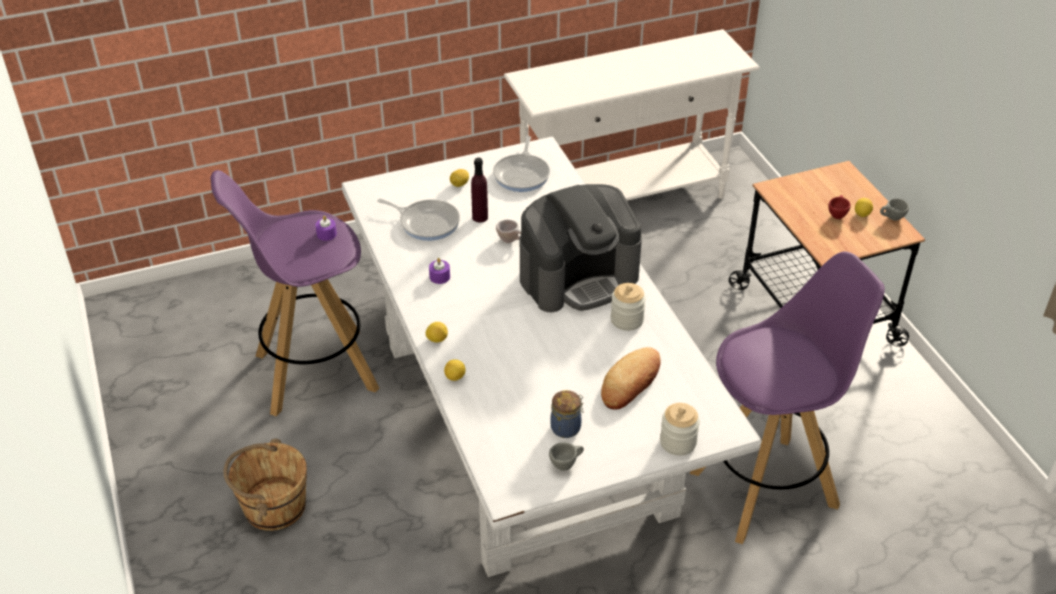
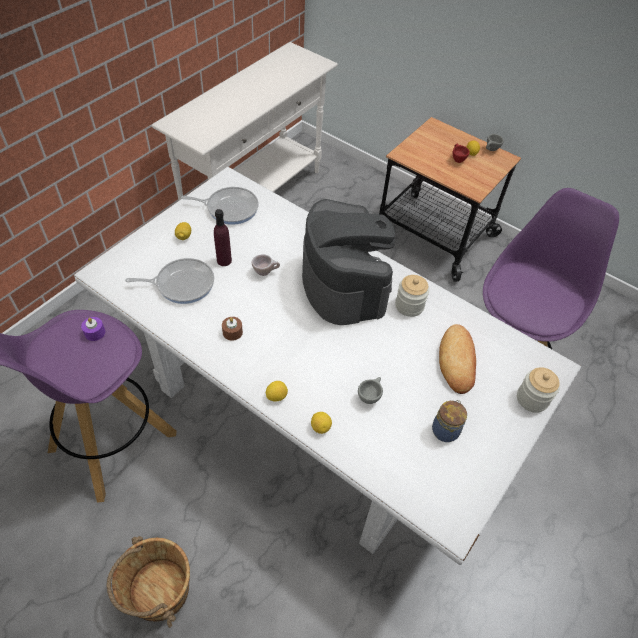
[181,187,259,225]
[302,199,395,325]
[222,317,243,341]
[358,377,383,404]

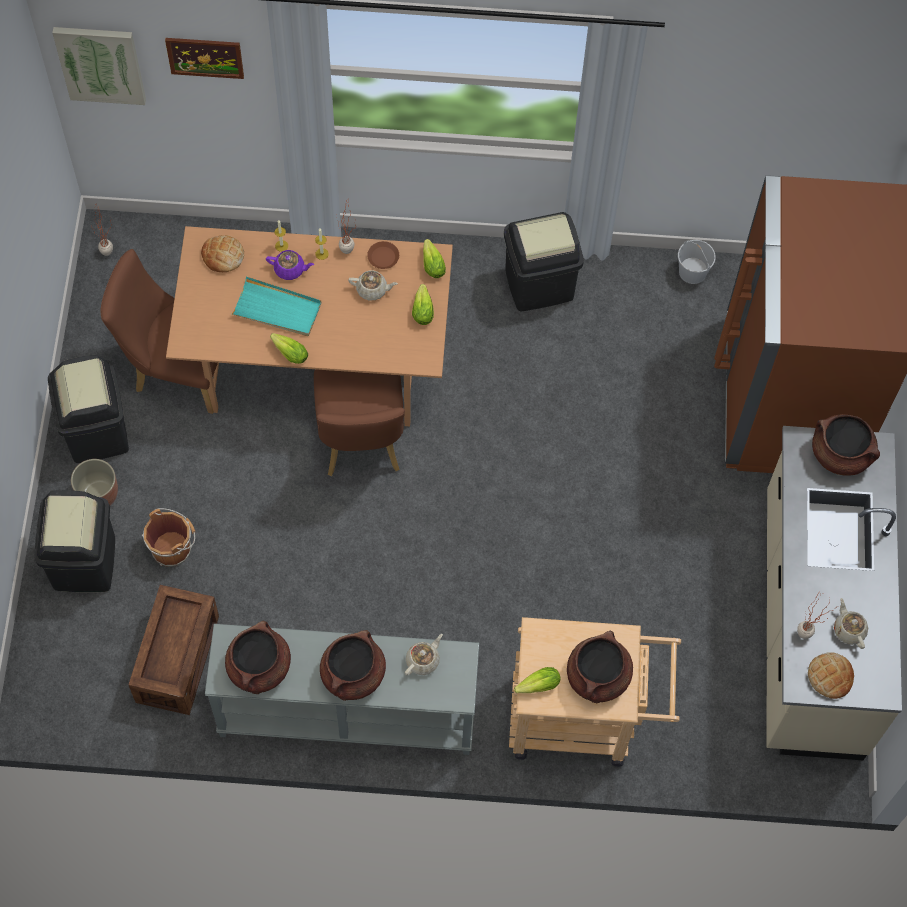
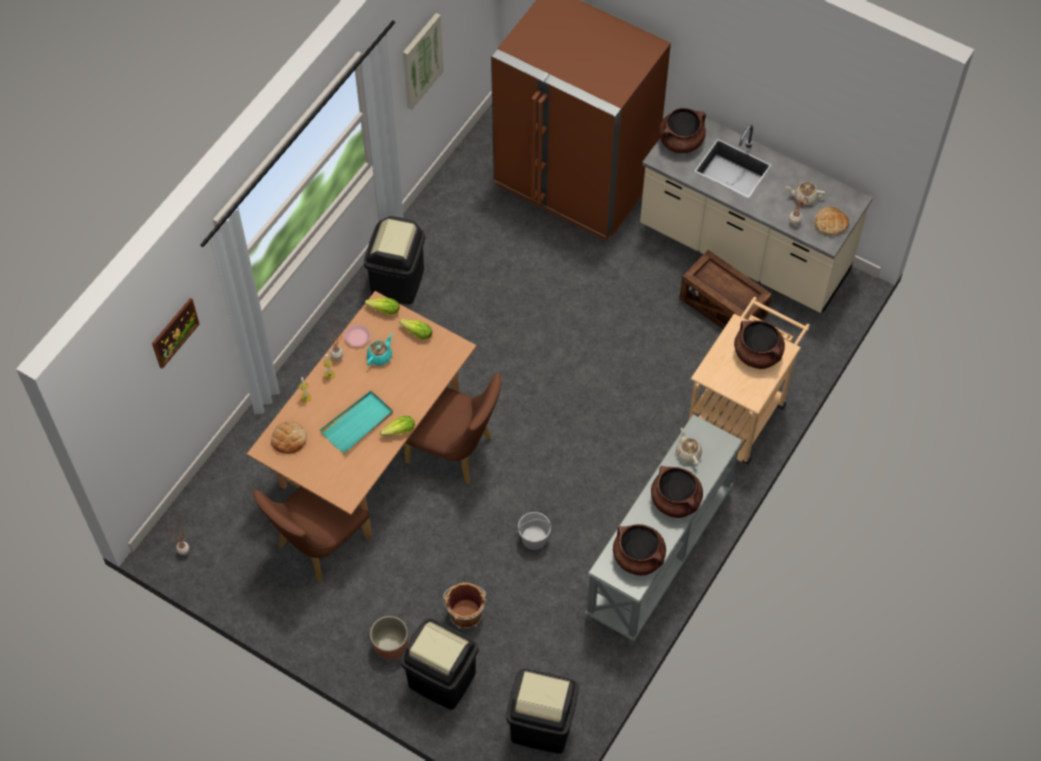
[403,13,444,110]
[518,512,551,550]
[344,325,371,347]
[266,250,314,280] (first image)
[366,334,393,365]
[506,669,579,754]
[679,250,772,329]
[514,667,561,693] (first image)

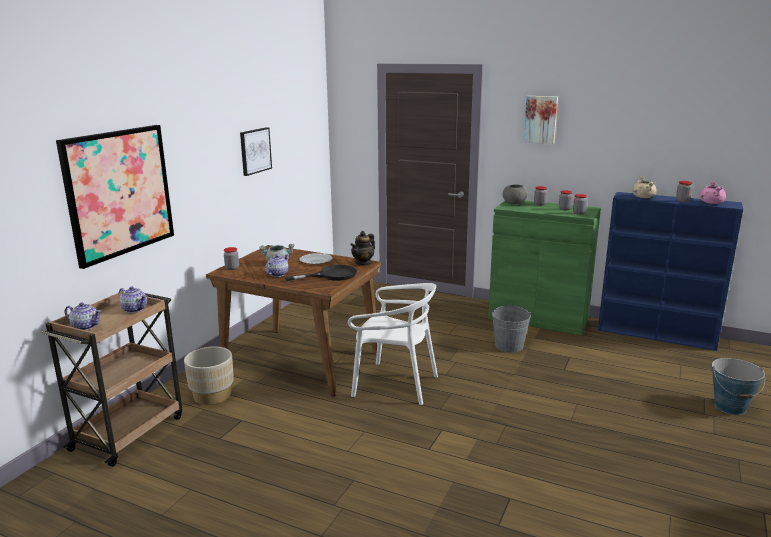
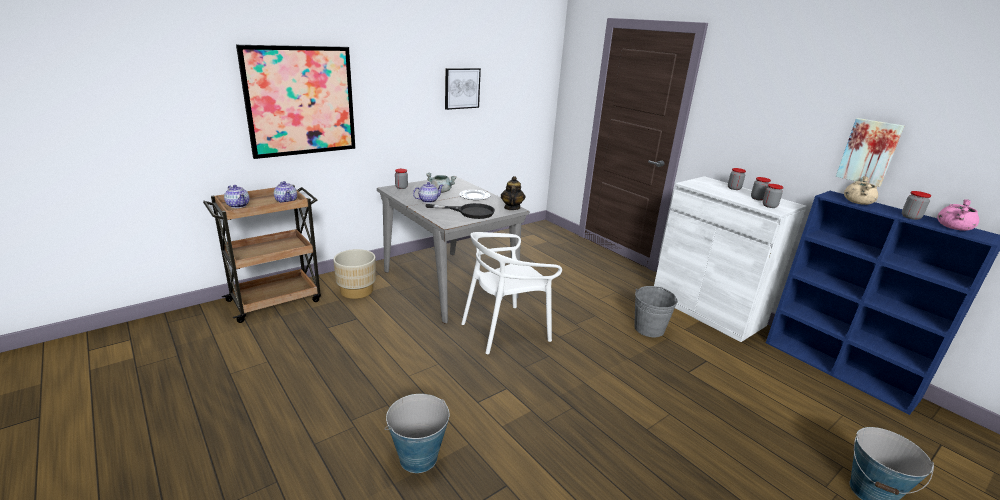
[836,118,904,187]
[503,185,527,204] (first image)
[654,176,807,342]
[501,176,525,210]
[377,176,529,324]
[461,232,562,354]
[385,394,450,473]

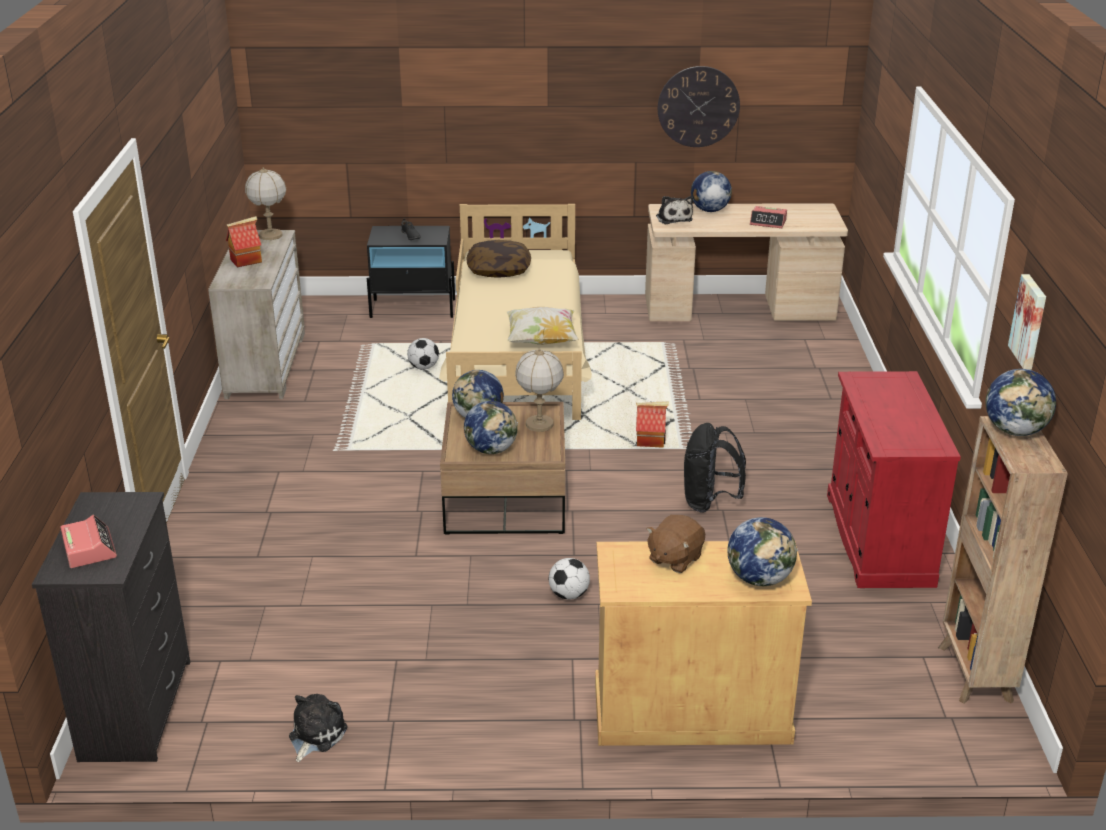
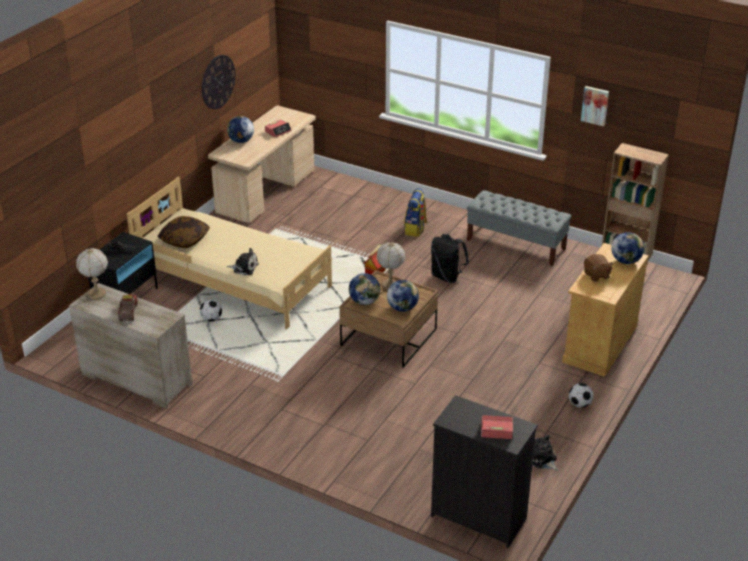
[227,248,259,275]
[118,294,138,321]
[506,307,579,345] (first image)
[986,369,1056,436] (first image)
[467,190,571,266]
[569,383,593,408]
[404,188,427,237]

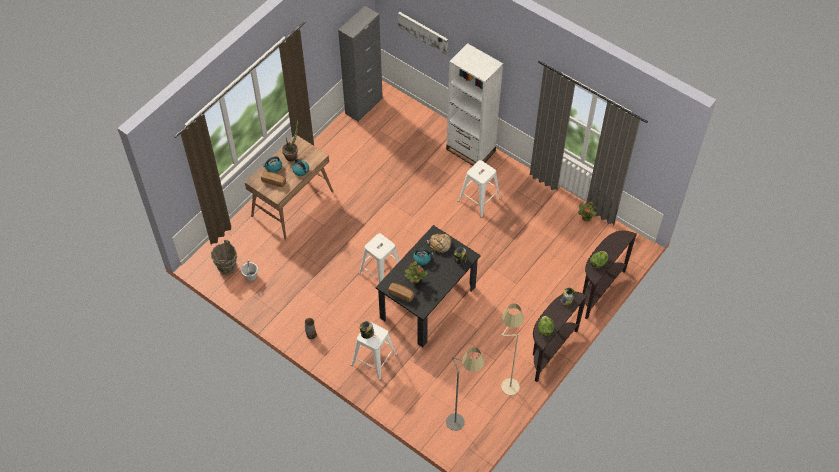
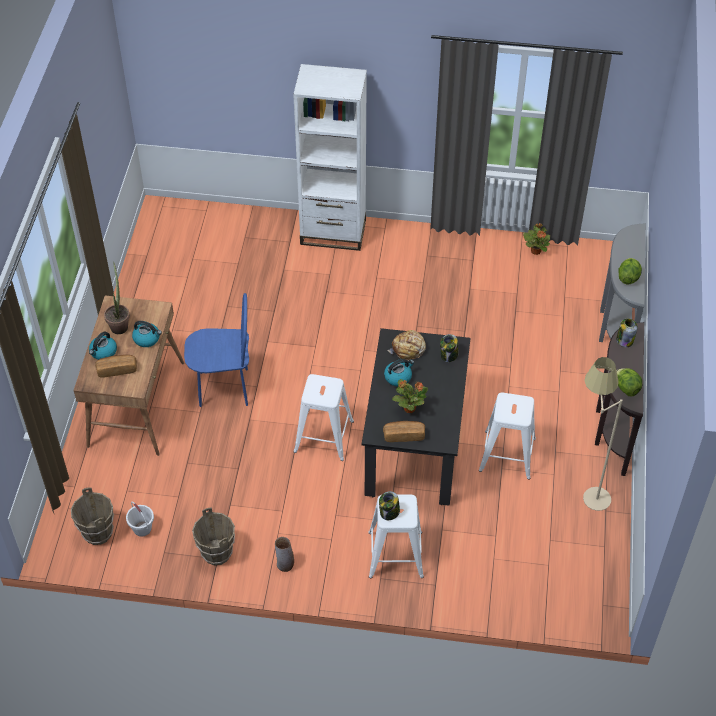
[338,6,383,122] (first image)
[398,12,448,55] (first image)
[479,393,536,480]
[599,224,646,342]
[446,347,485,431] (first image)
[184,293,249,407]
[192,508,235,565]

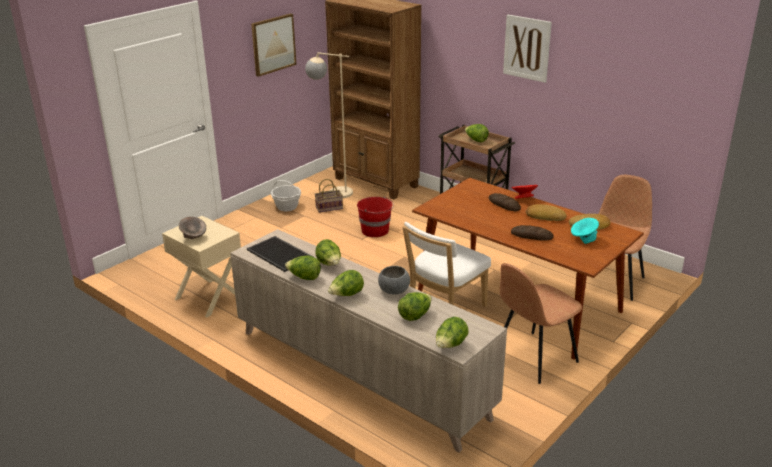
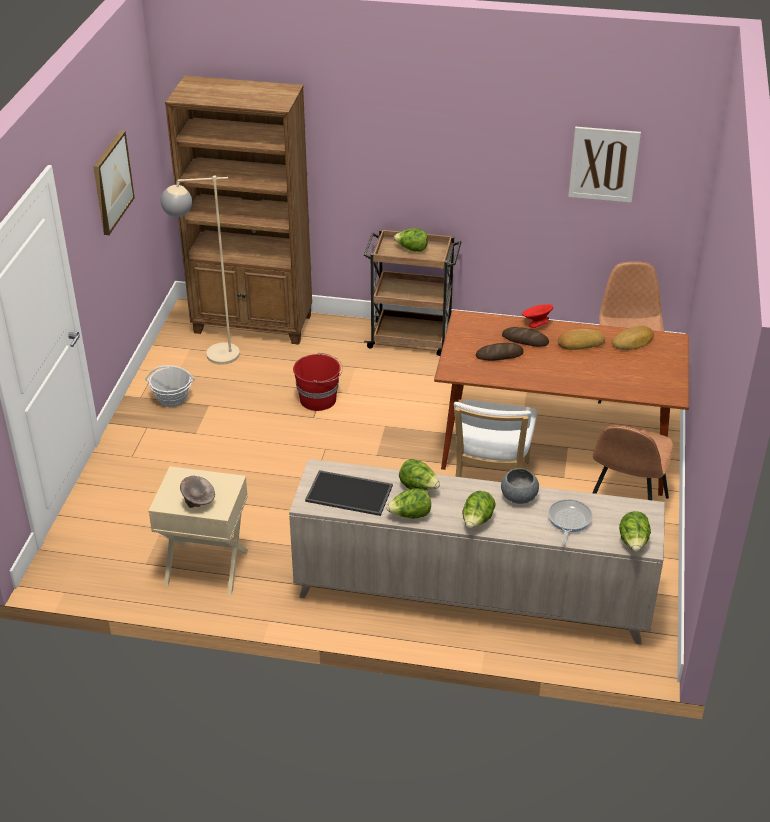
[568,127,641,203]
[315,179,343,213] (first image)
[571,218,599,244] (first image)
[476,343,524,361]
[548,499,593,544]

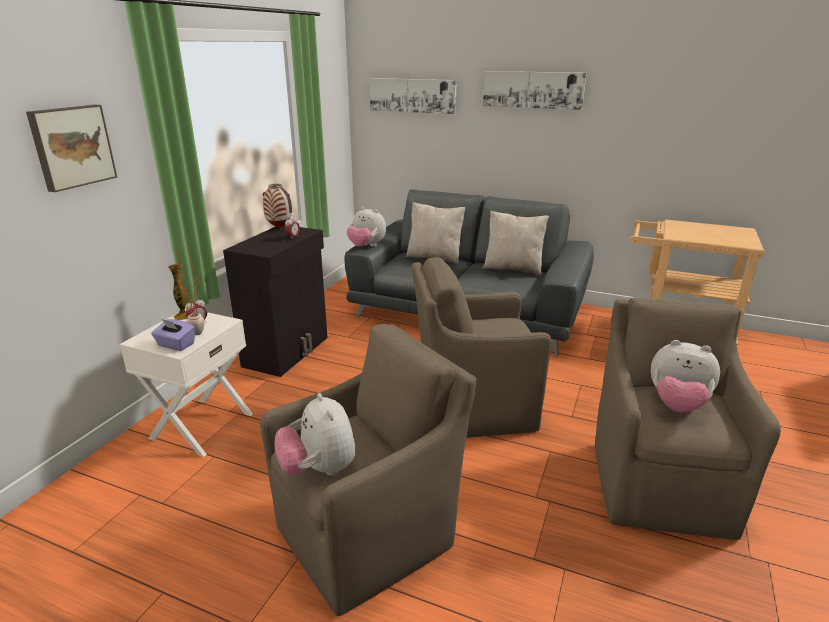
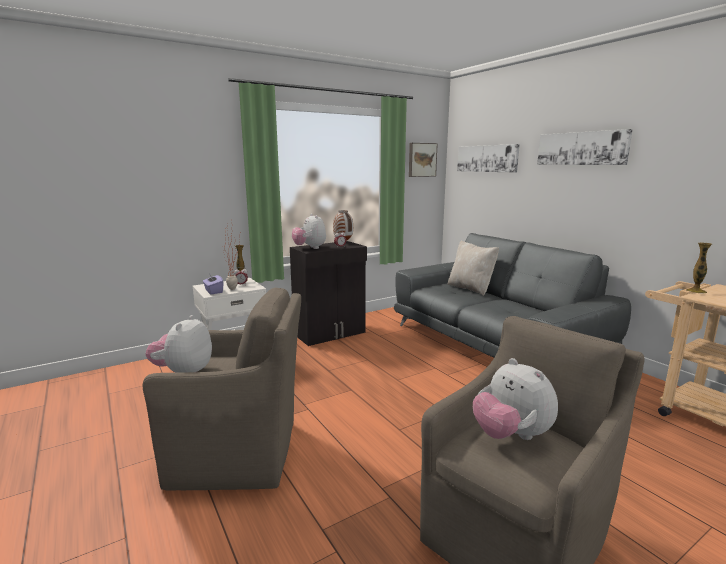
[409,143,438,177]
[292,214,326,249]
[483,211,549,275] (first image)
[412,257,552,438] (first image)
[686,243,712,293]

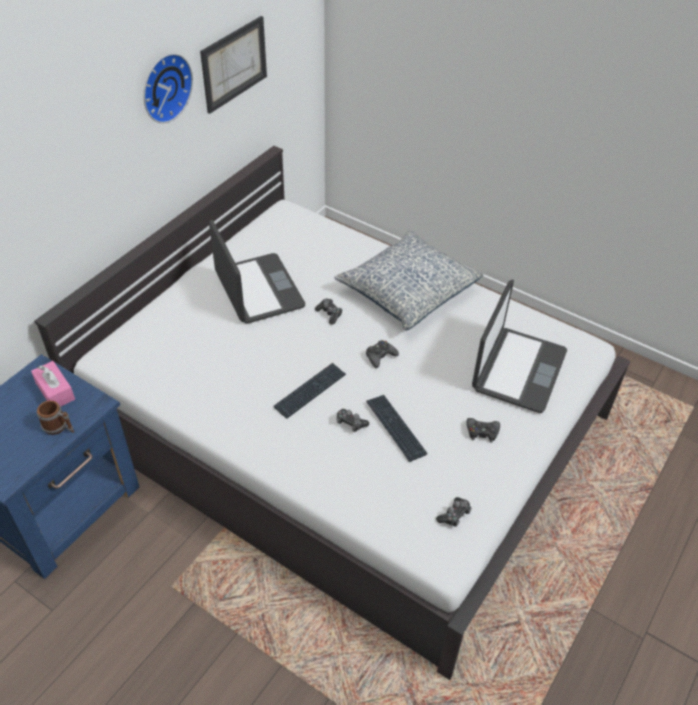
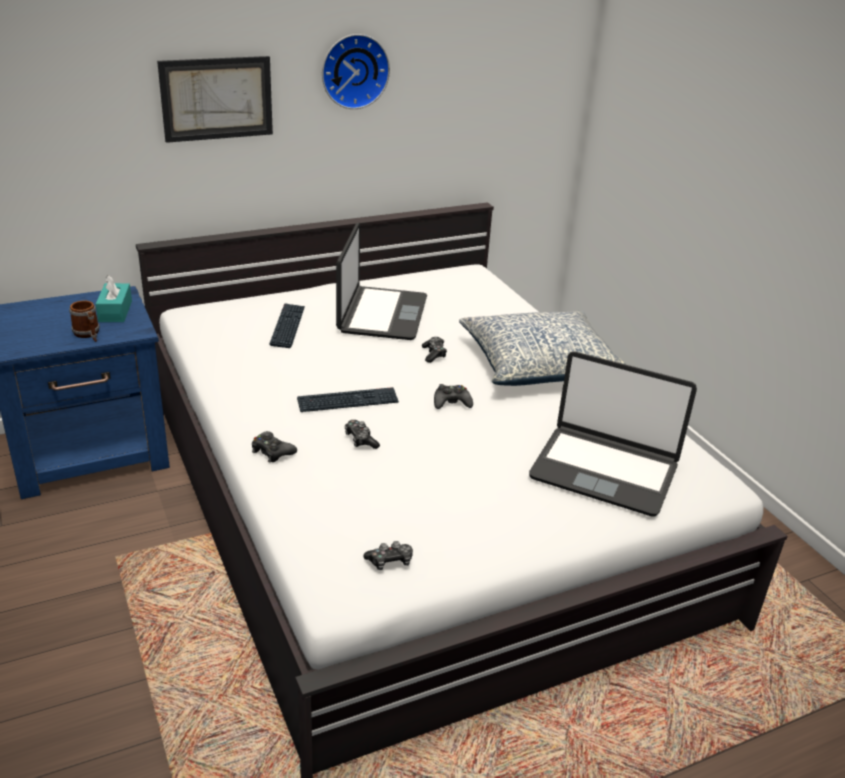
[157,56,273,143]
[529,352,697,516]
[95,275,132,322]
[269,303,305,348]
[252,431,297,463]

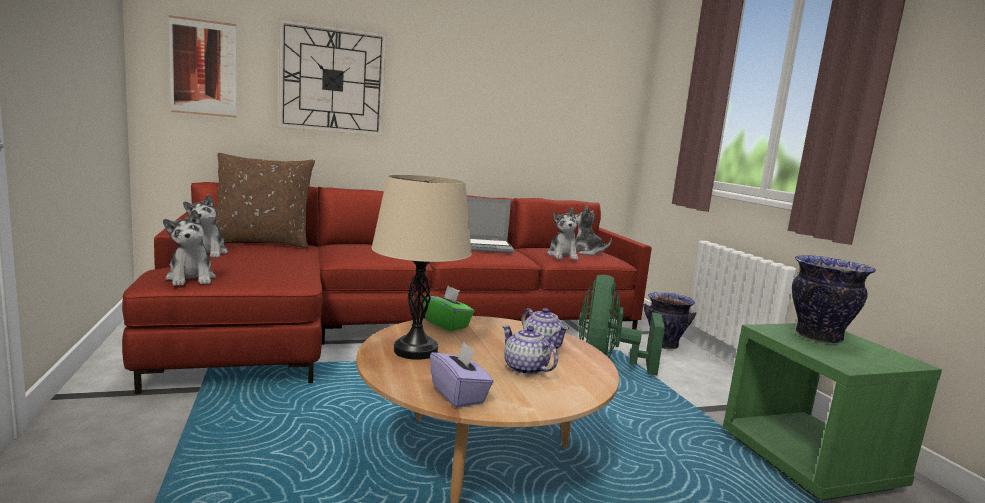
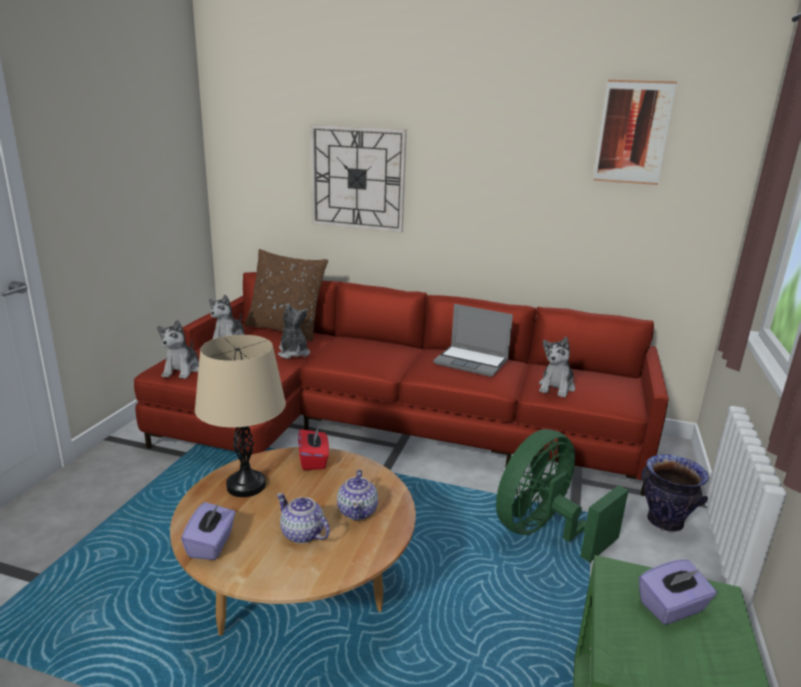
[593,80,677,185]
[278,303,310,359]
[639,560,717,625]
[298,427,329,470]
[276,493,330,544]

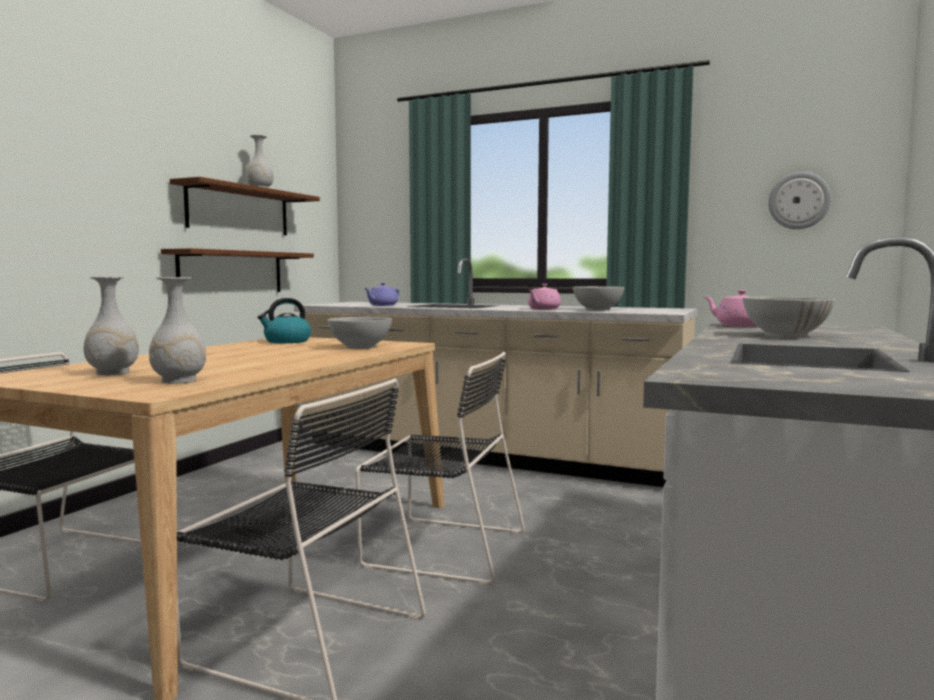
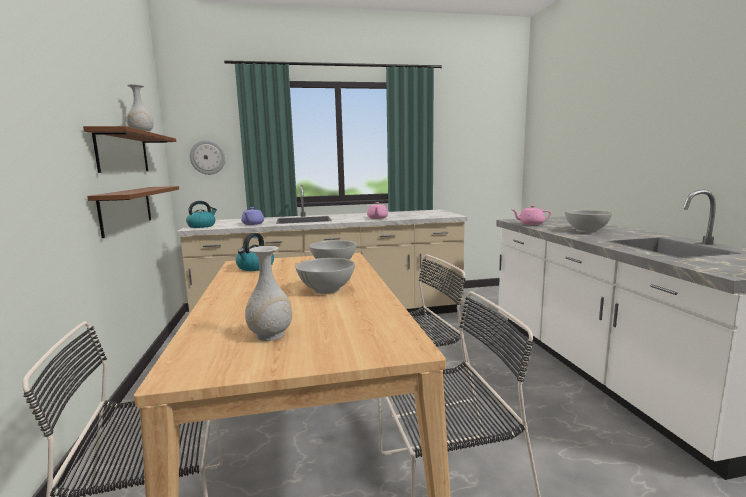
[190,140,226,175]
[149,277,206,383] (first image)
[296,258,355,294]
[186,201,217,228]

